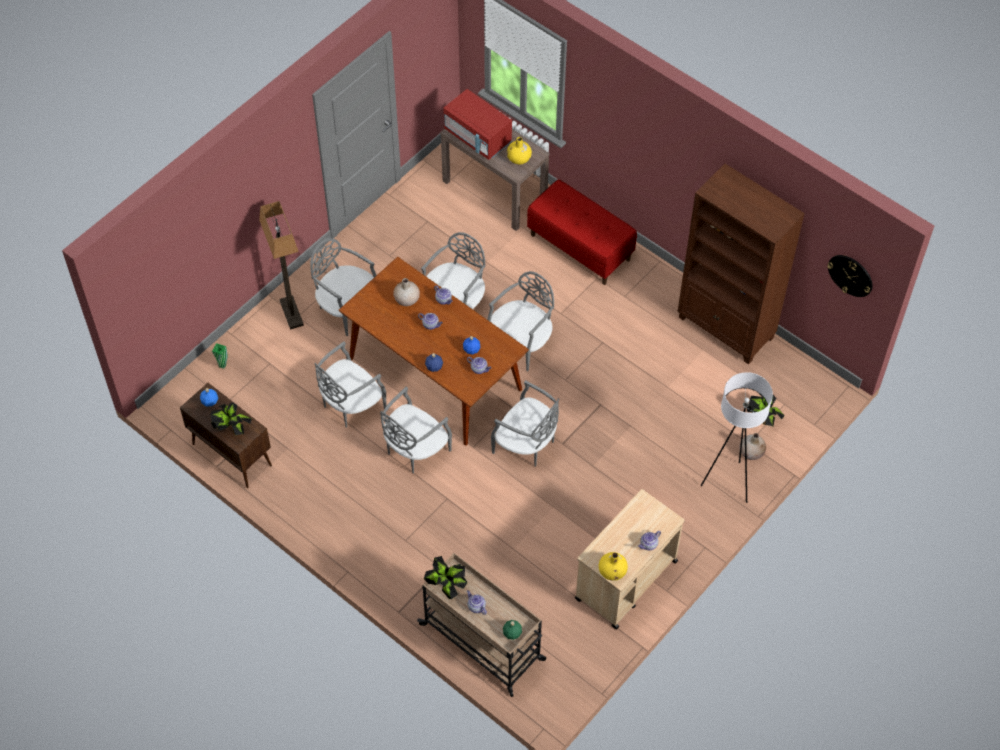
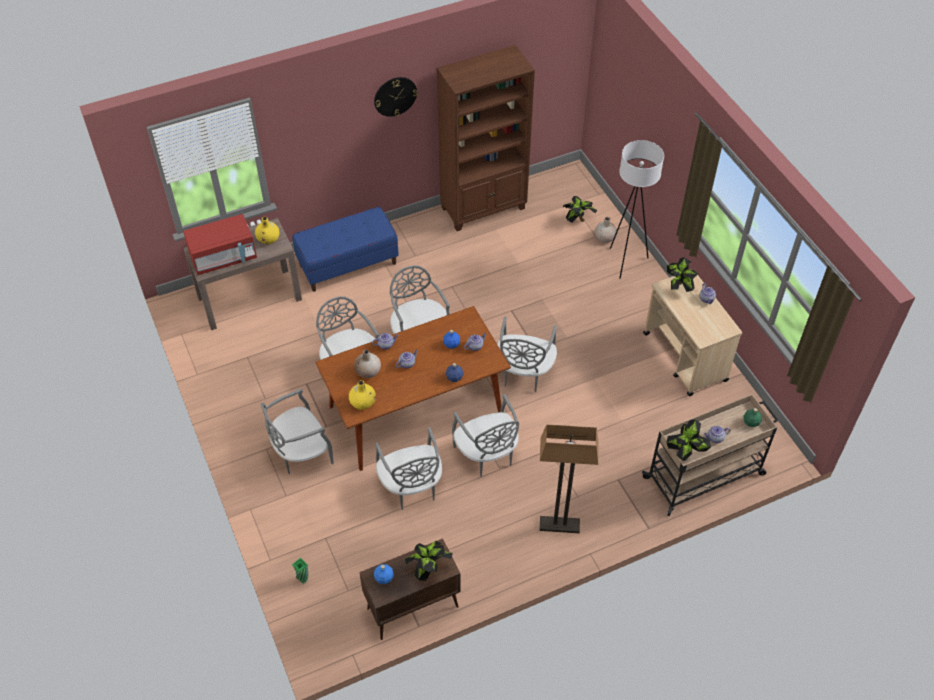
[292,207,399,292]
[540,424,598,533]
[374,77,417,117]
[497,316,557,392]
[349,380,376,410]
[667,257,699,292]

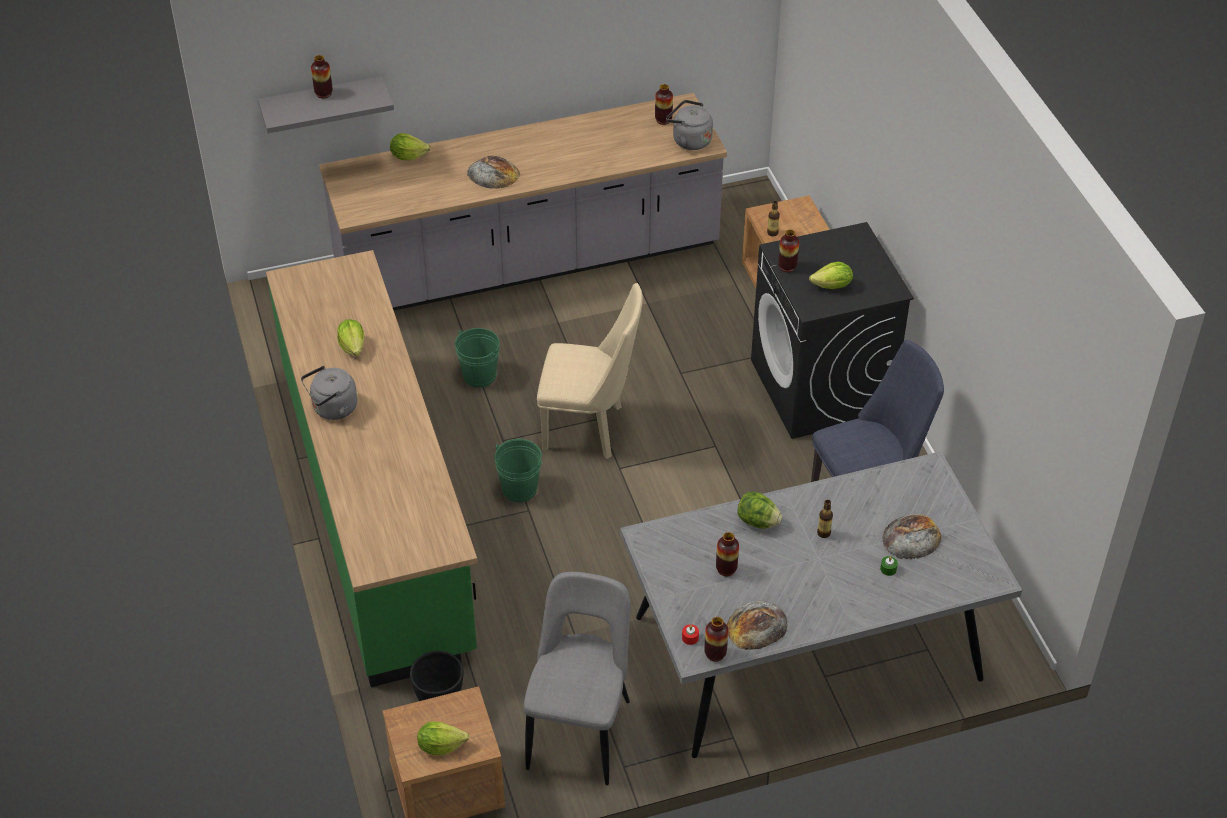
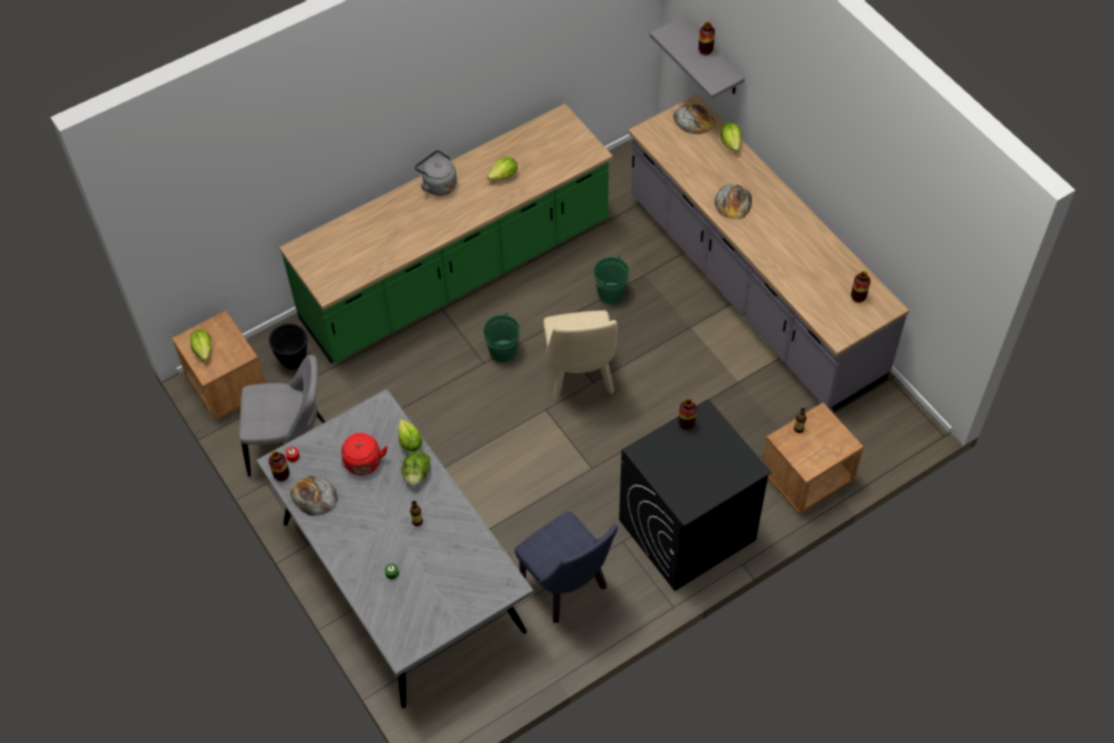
[666,100,713,150] (first image)
[398,419,423,452]
[673,104,715,135]
[341,433,388,475]

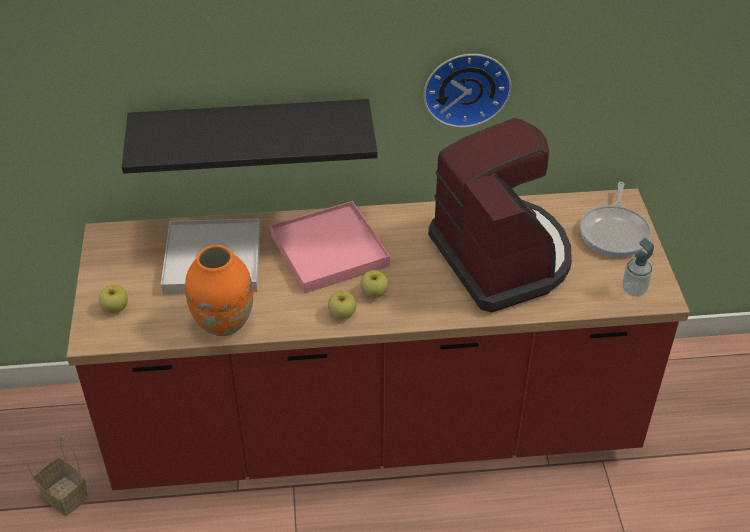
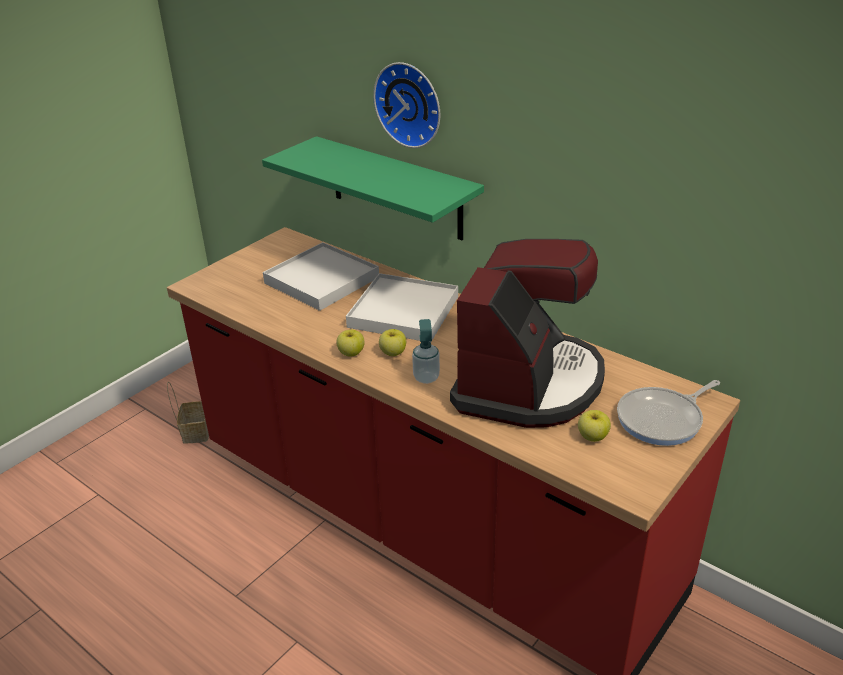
[373,62,440,148]
[262,136,484,240]
[346,273,458,343]
[412,319,440,384]
[185,245,253,336] (first image)
[578,410,611,442]

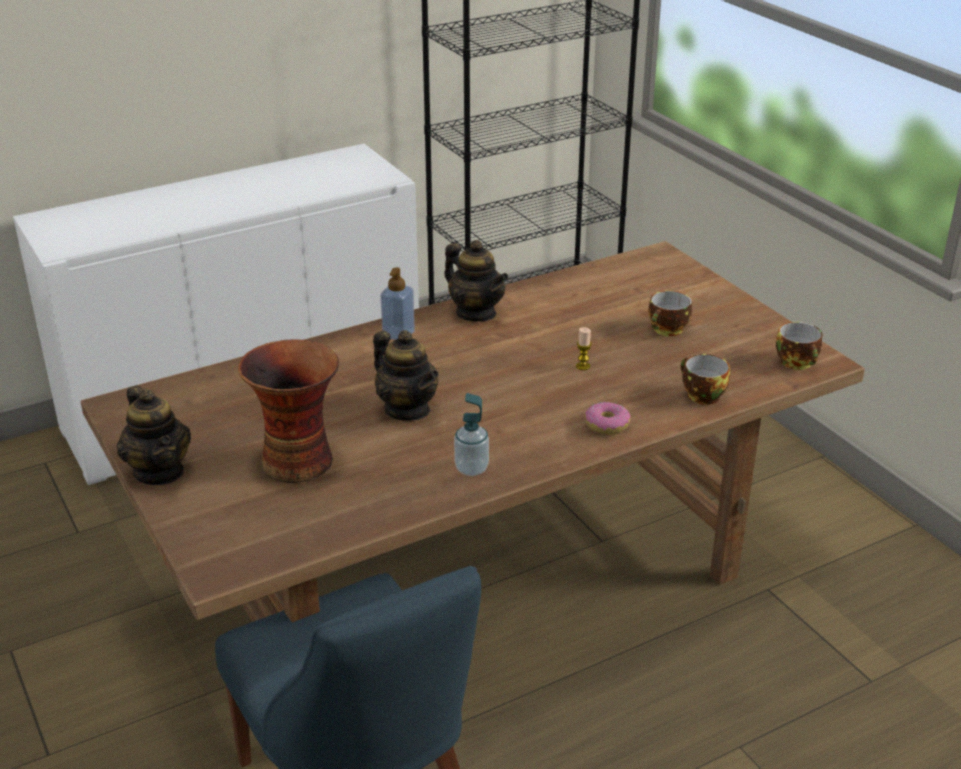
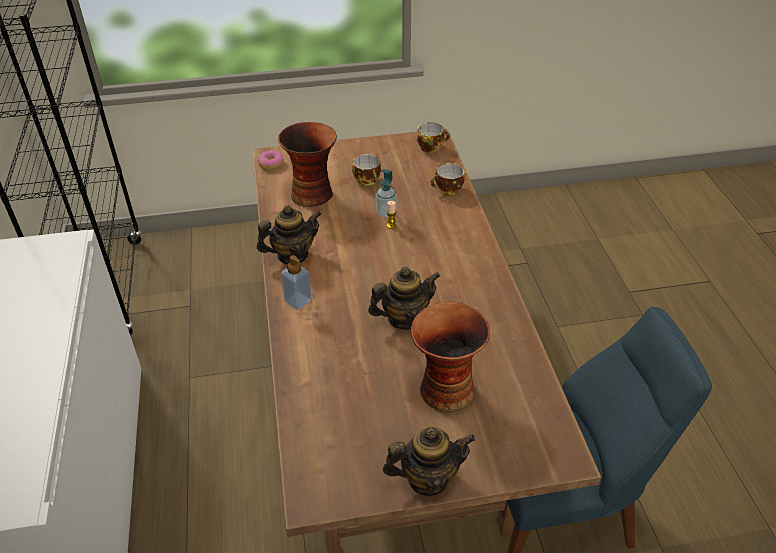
[376,169,397,217]
[258,150,284,169]
[278,122,337,207]

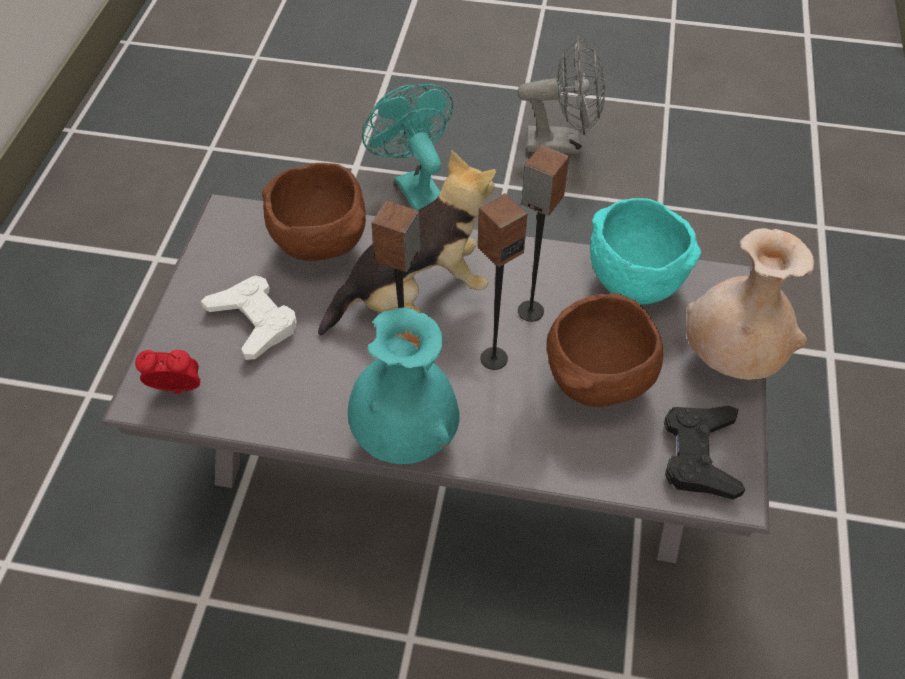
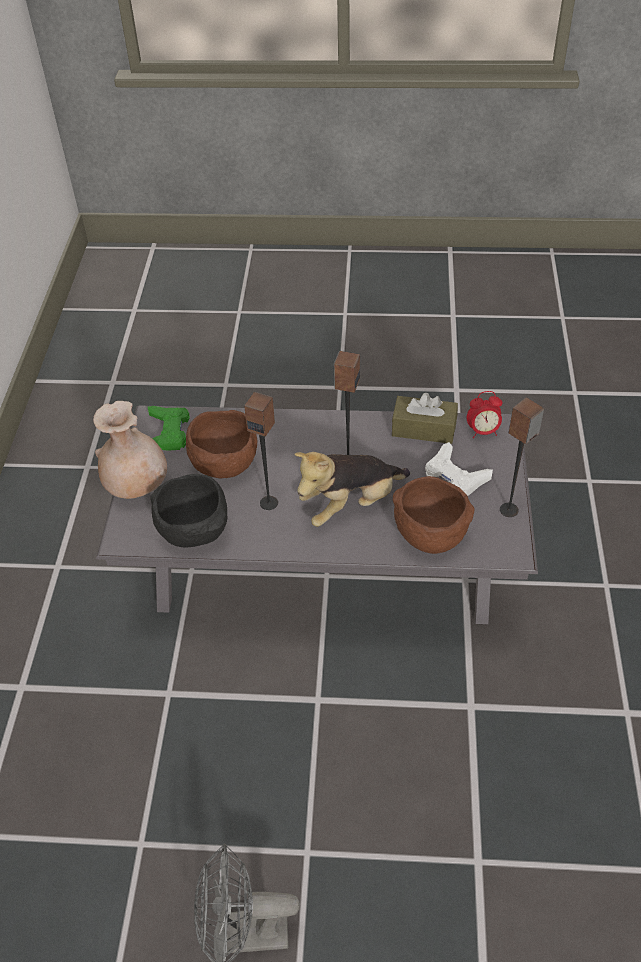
[362,84,453,210] (first image)
[500,397,544,517]
[150,474,227,547]
[348,307,460,464] (first image)
[148,406,190,451]
[392,393,458,444]

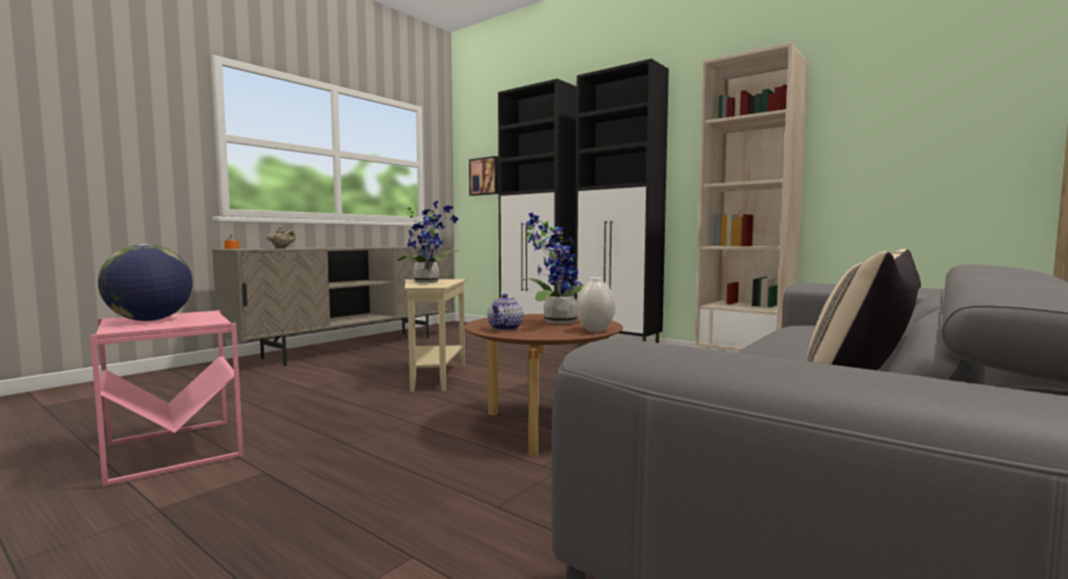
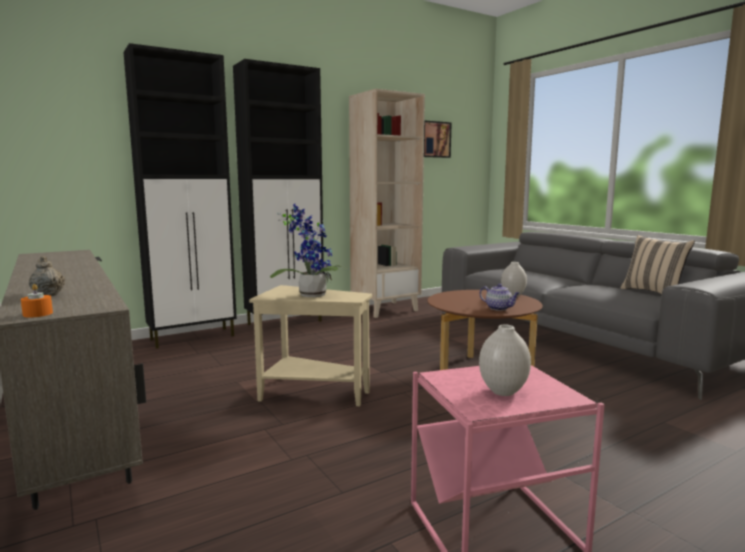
[424,120,452,158]
[523,213,585,324] (first image)
[479,325,531,396]

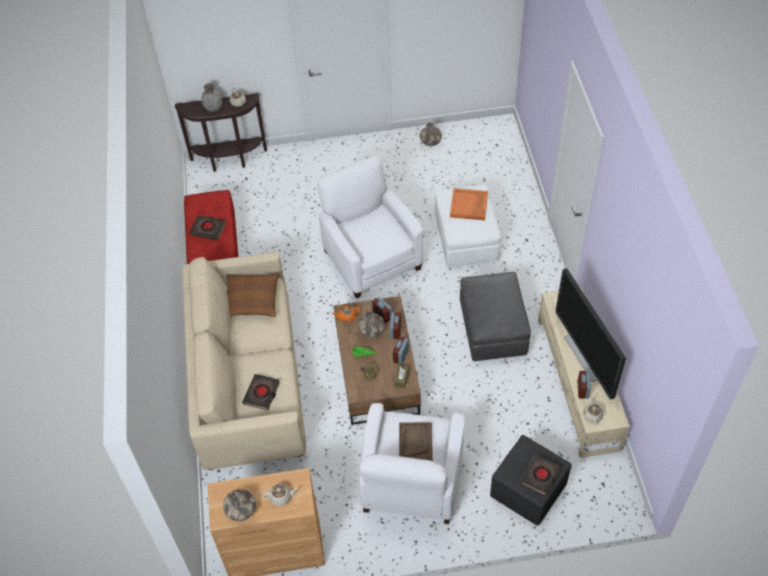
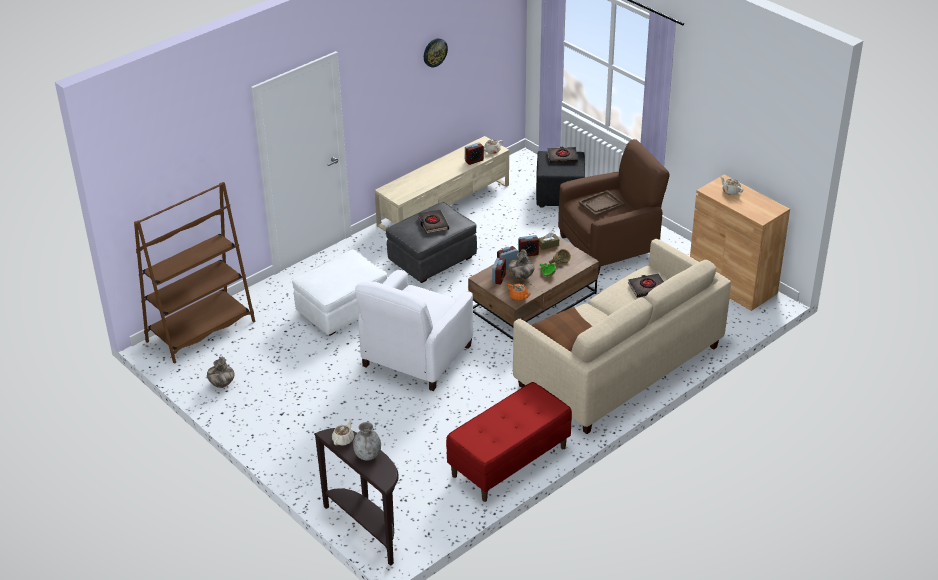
[450,188,488,220] (first image)
[418,210,449,234]
[555,268,626,400] (first image)
[558,139,670,275]
[223,489,256,521] (first image)
[424,38,448,67]
[134,182,255,364]

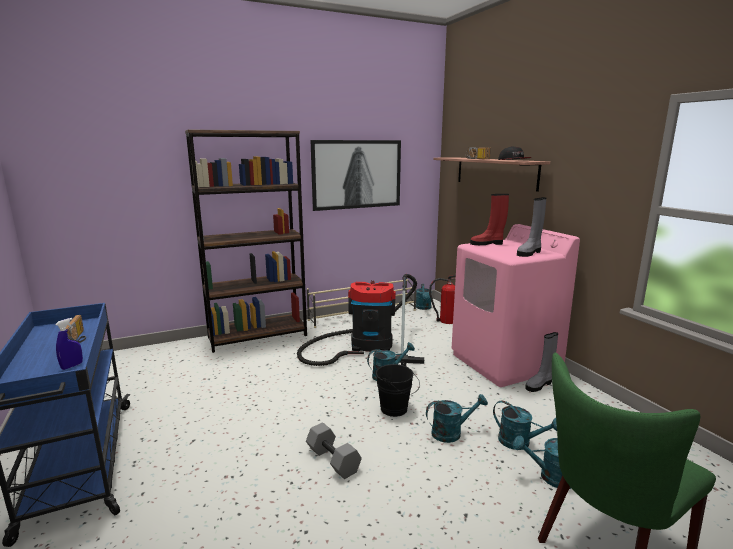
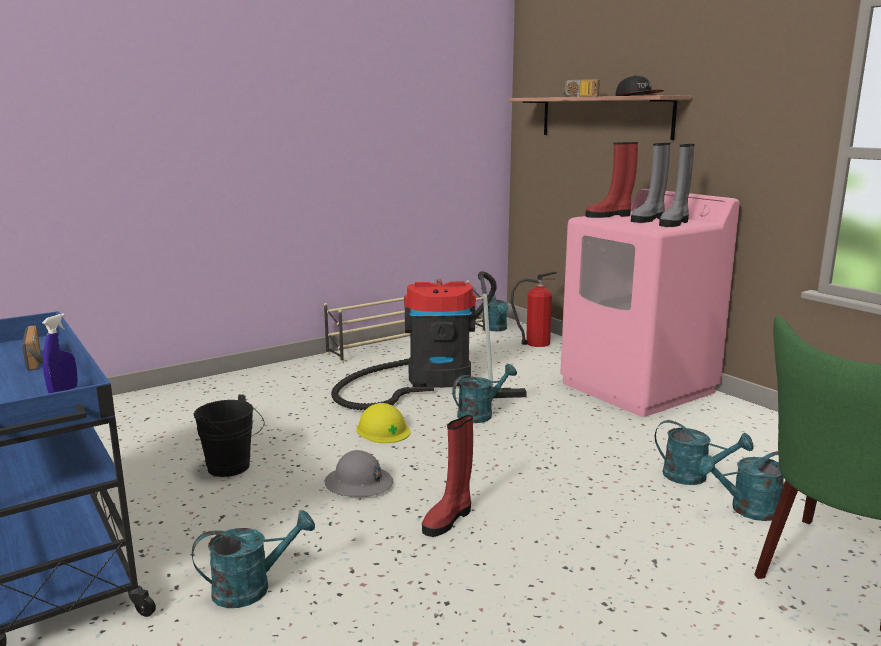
[185,129,307,353] (first image)
[310,140,401,211] (first image)
[631,143,671,223]
[194,395,265,477]
[192,511,315,608]
[422,415,473,537]
[356,403,411,443]
[325,450,393,497]

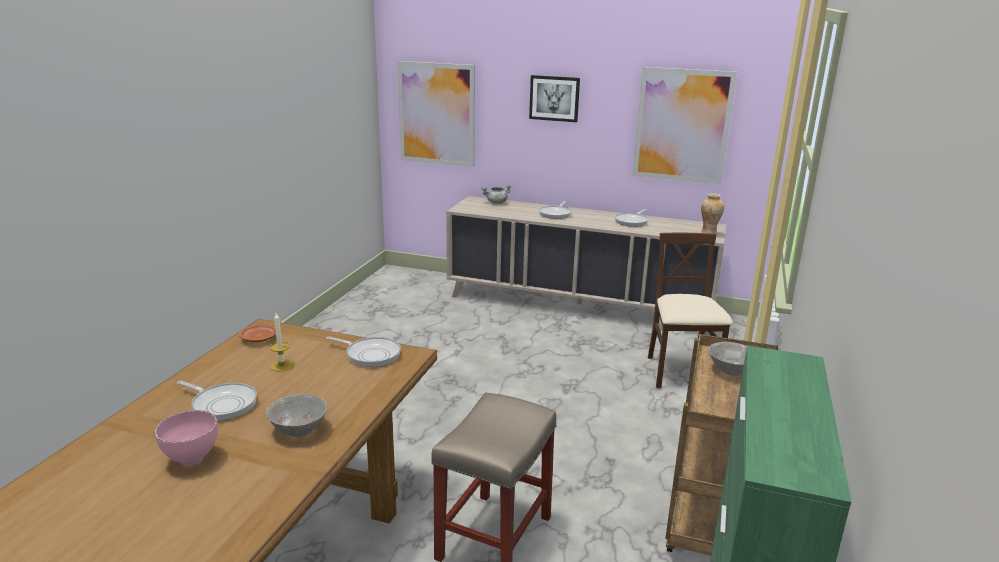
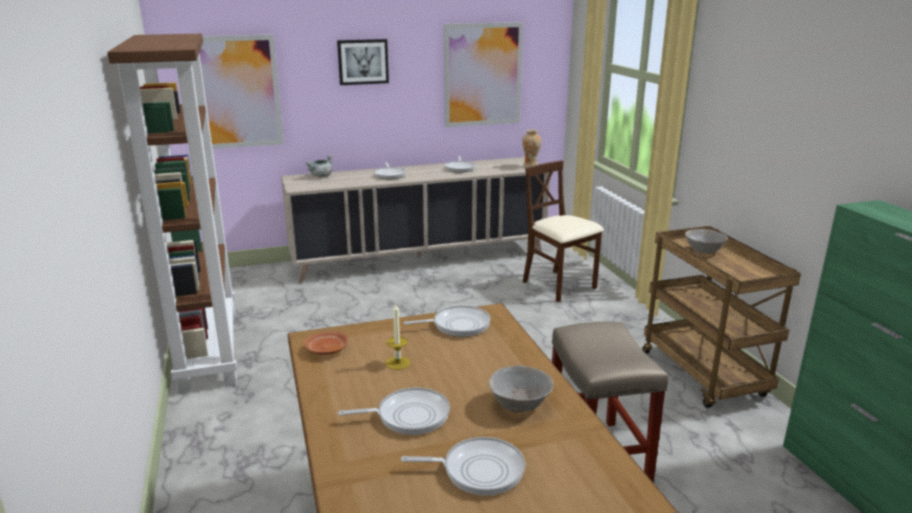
[401,437,525,496]
[107,34,237,394]

